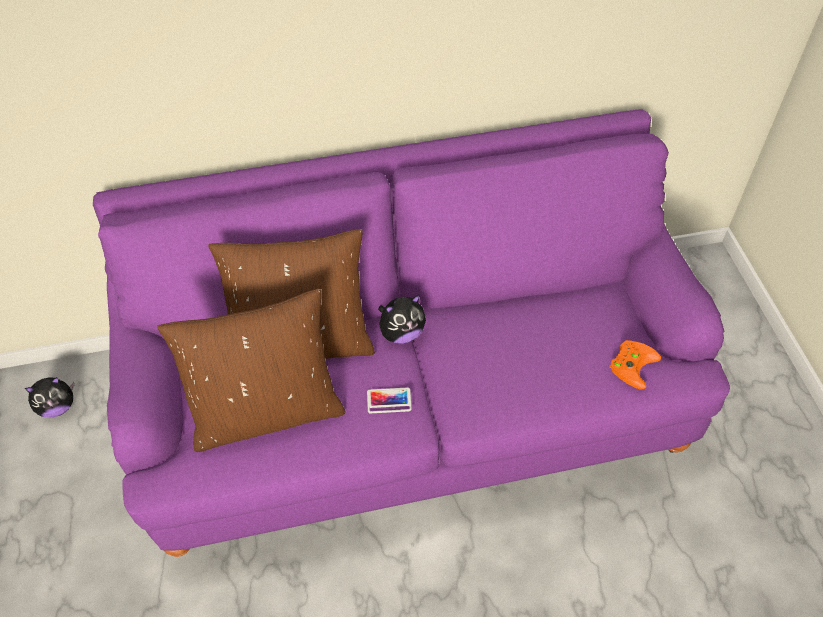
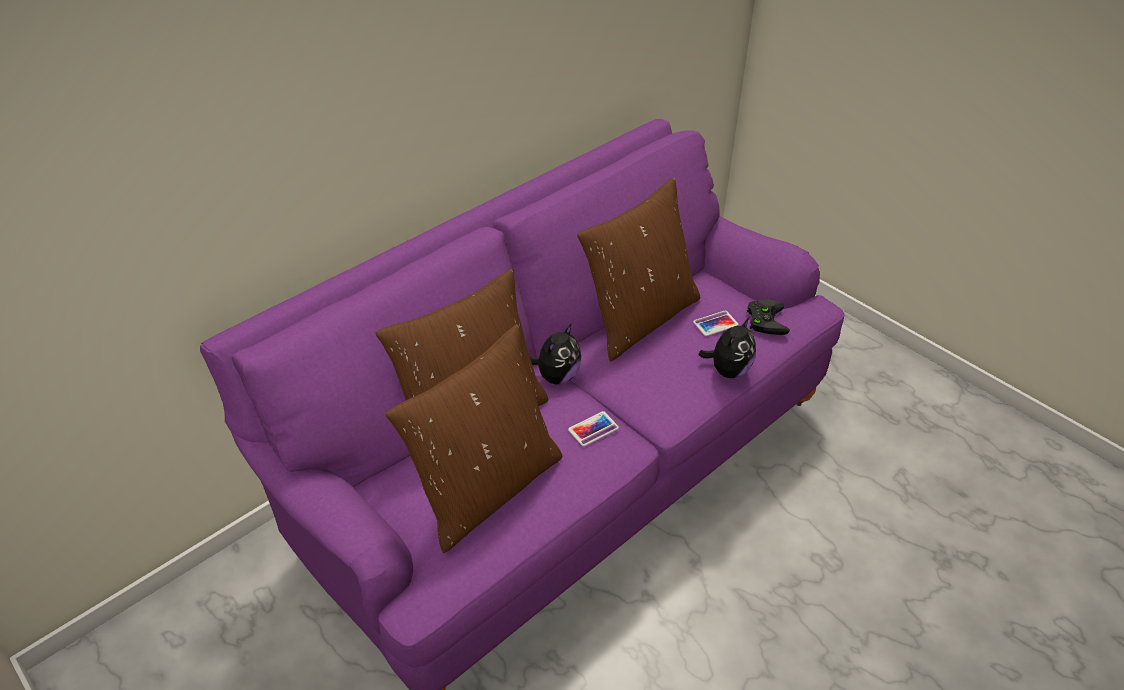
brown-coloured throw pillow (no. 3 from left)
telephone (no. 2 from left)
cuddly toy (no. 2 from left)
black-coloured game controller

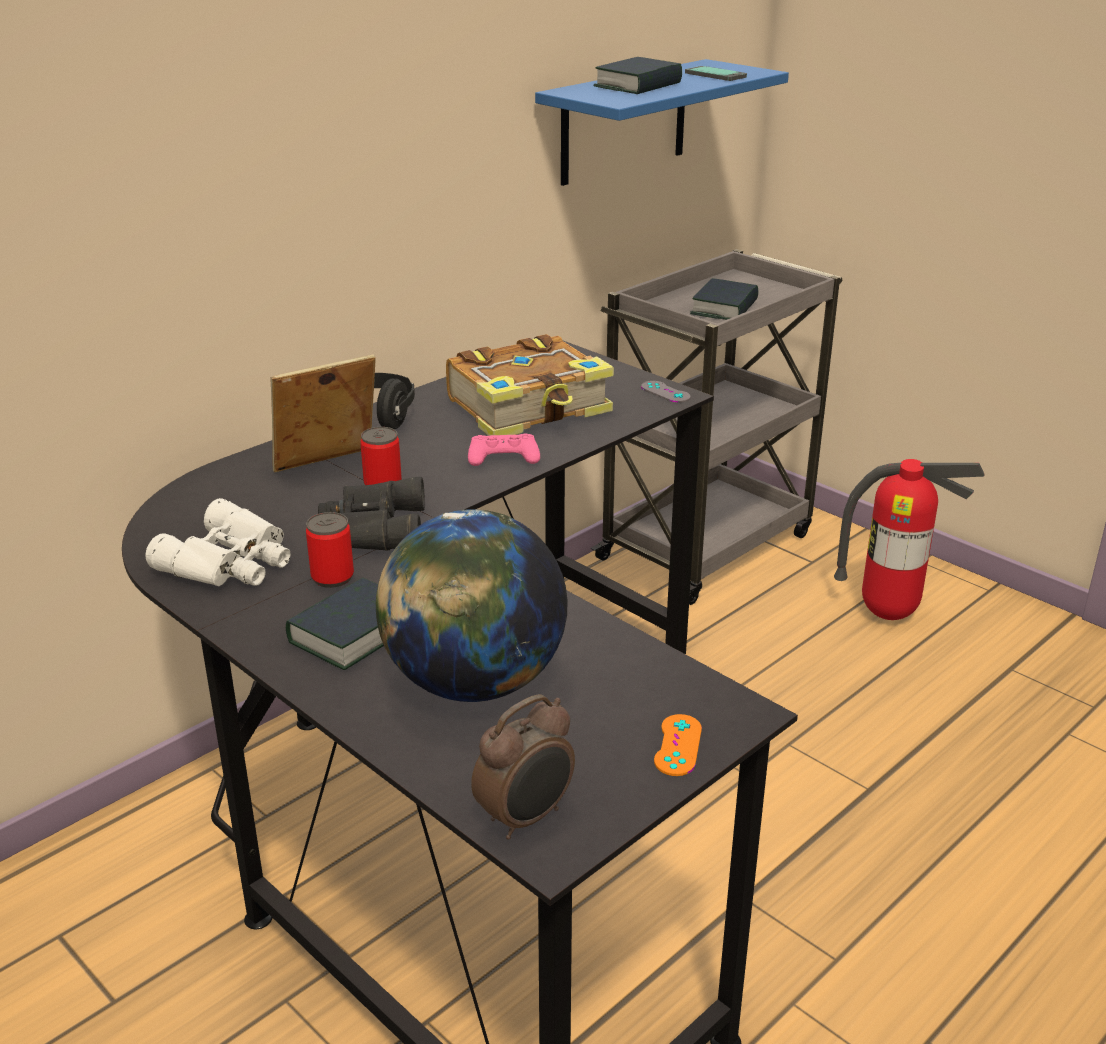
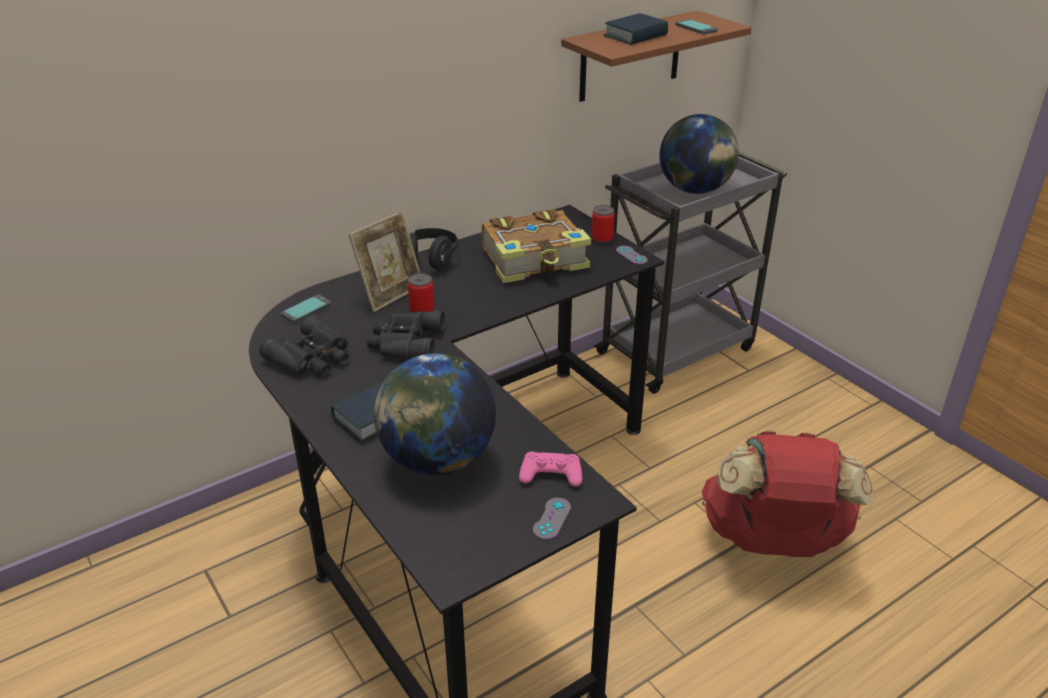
bedside clock
extinguisher
telephone (no. 1 from left)
red-coloured knapsack
sealed can (no. 2 from left)
pink game controller
world globe (no. 2 from left)
black-coloured field glasses (no. 1 from left)
brown-coloured shelf
greyish game controller (no. 1 from left)
photo frame

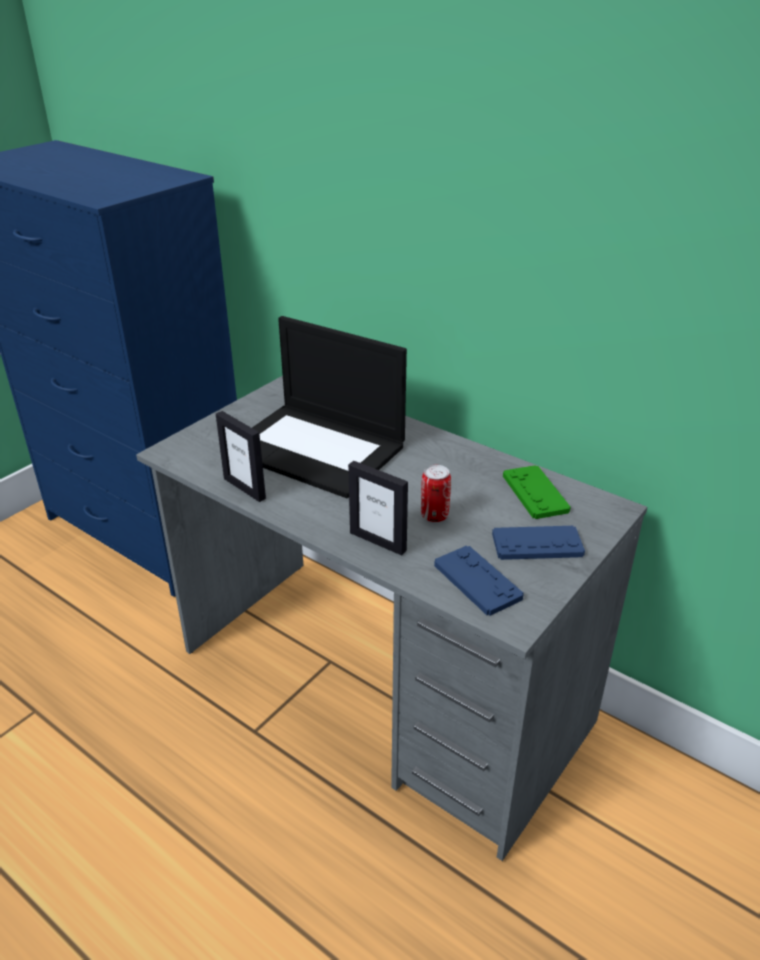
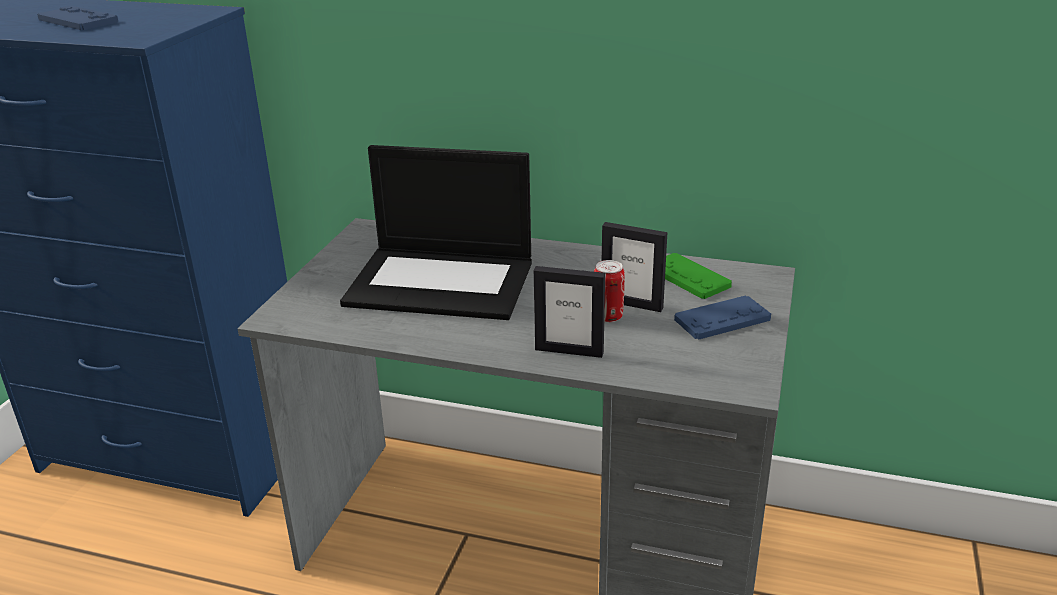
photo frame (no. 2 from left)
blue-coloured game controller (no. 1 from left)

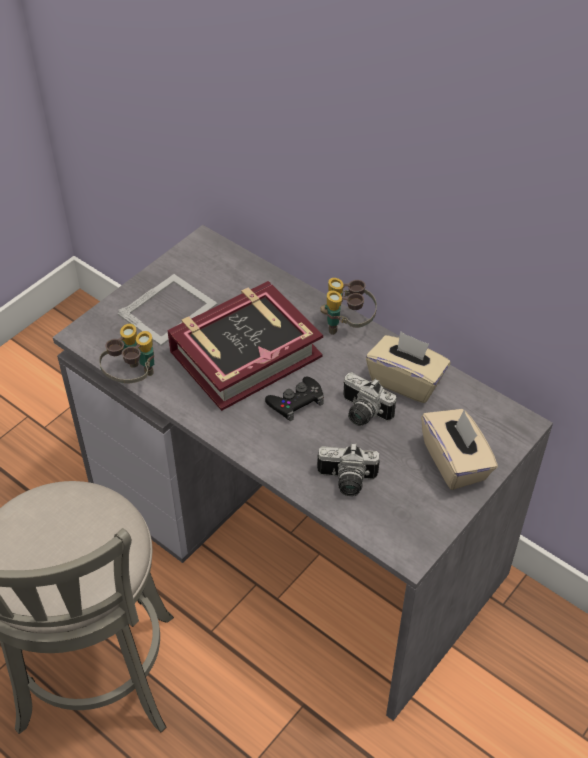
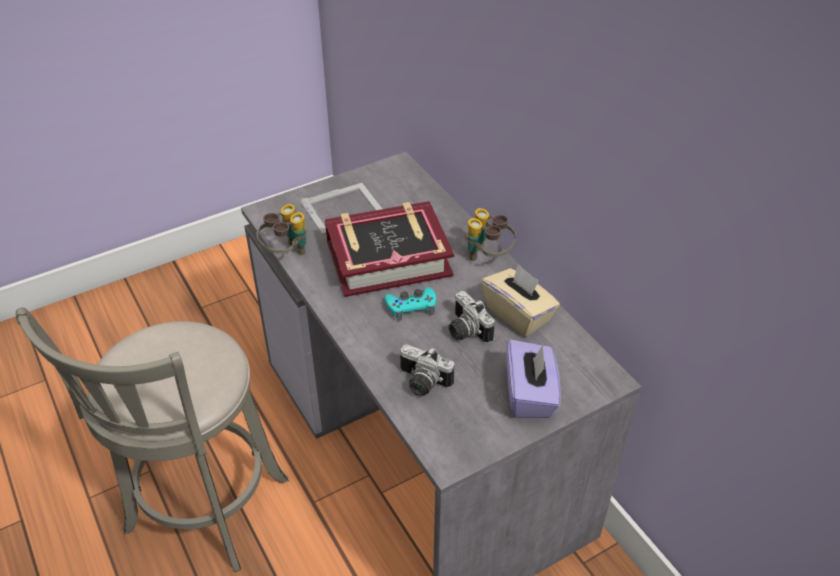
blue-green game controller
purplish tissue holder

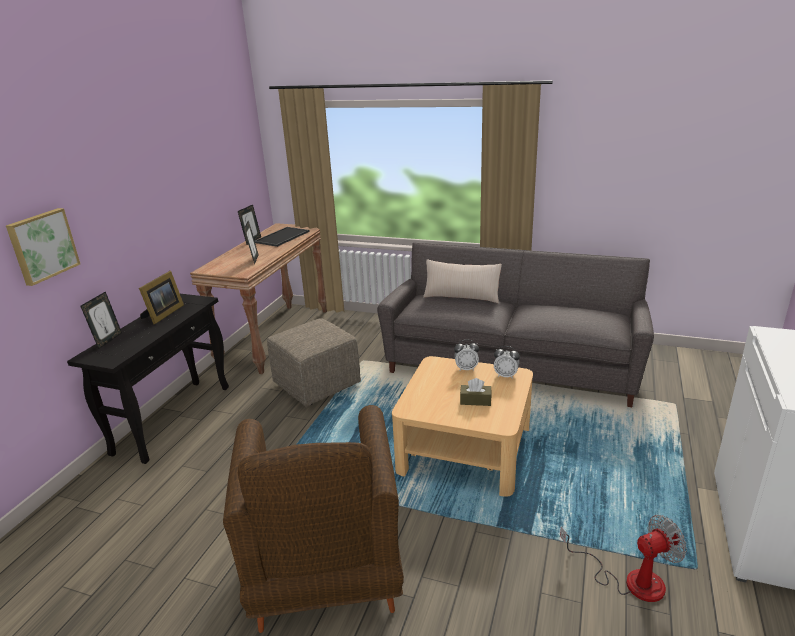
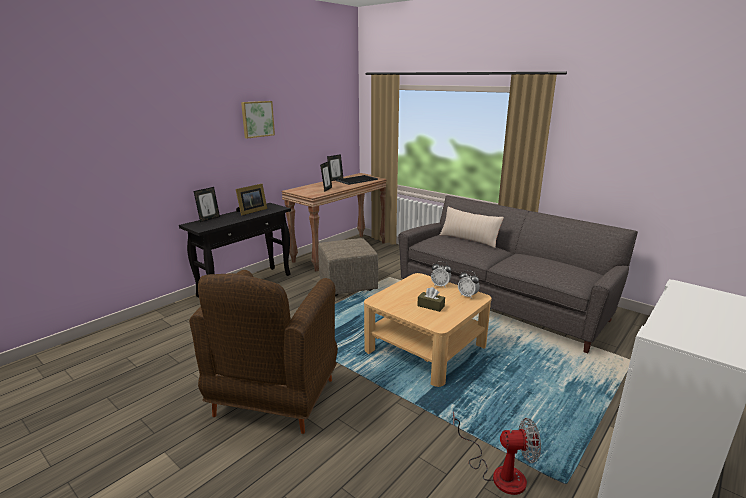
picture

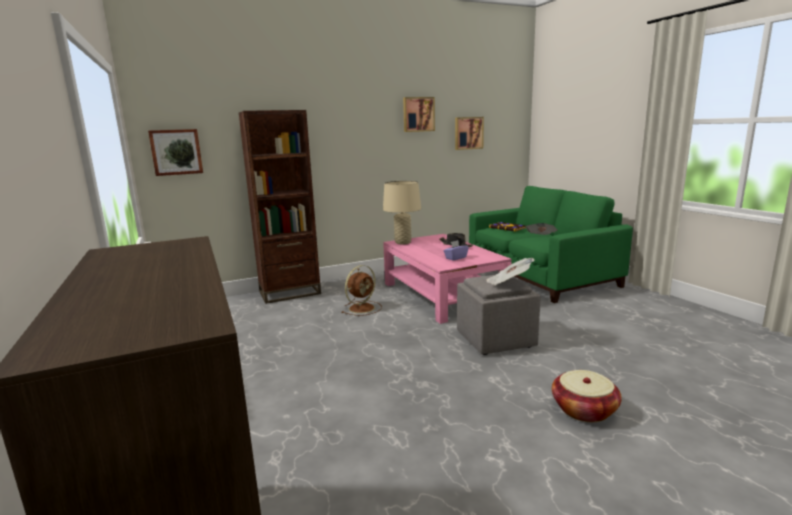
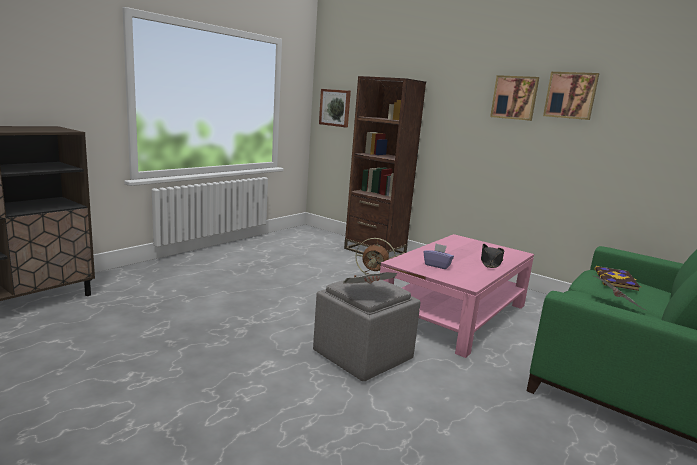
beige tabletop lamp
household basket
picture (no. 2 from left)

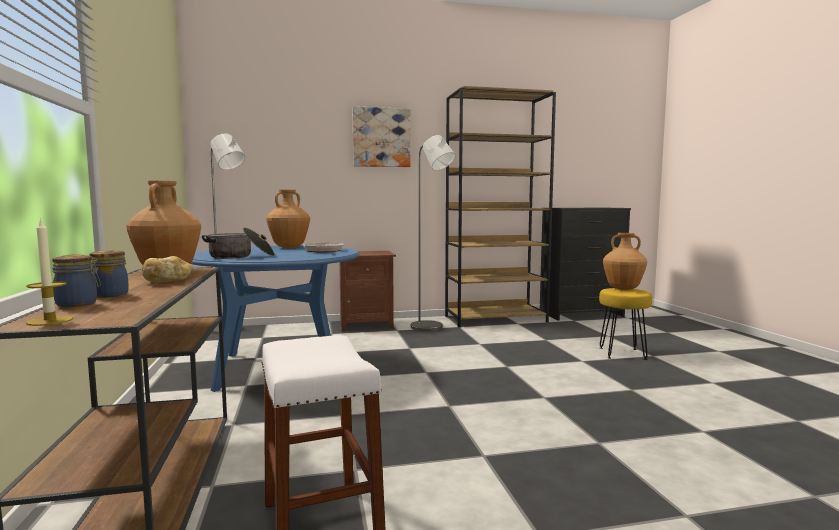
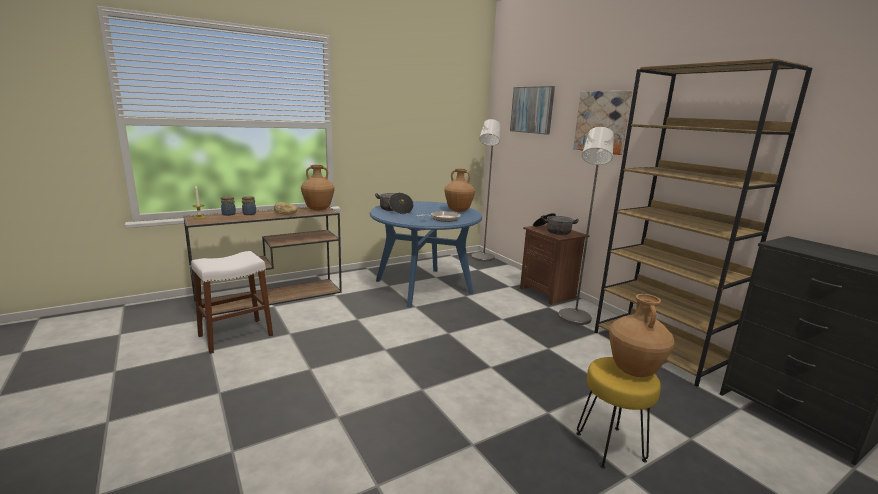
picture (no. 1 from left)
saucepot (no. 2 from left)

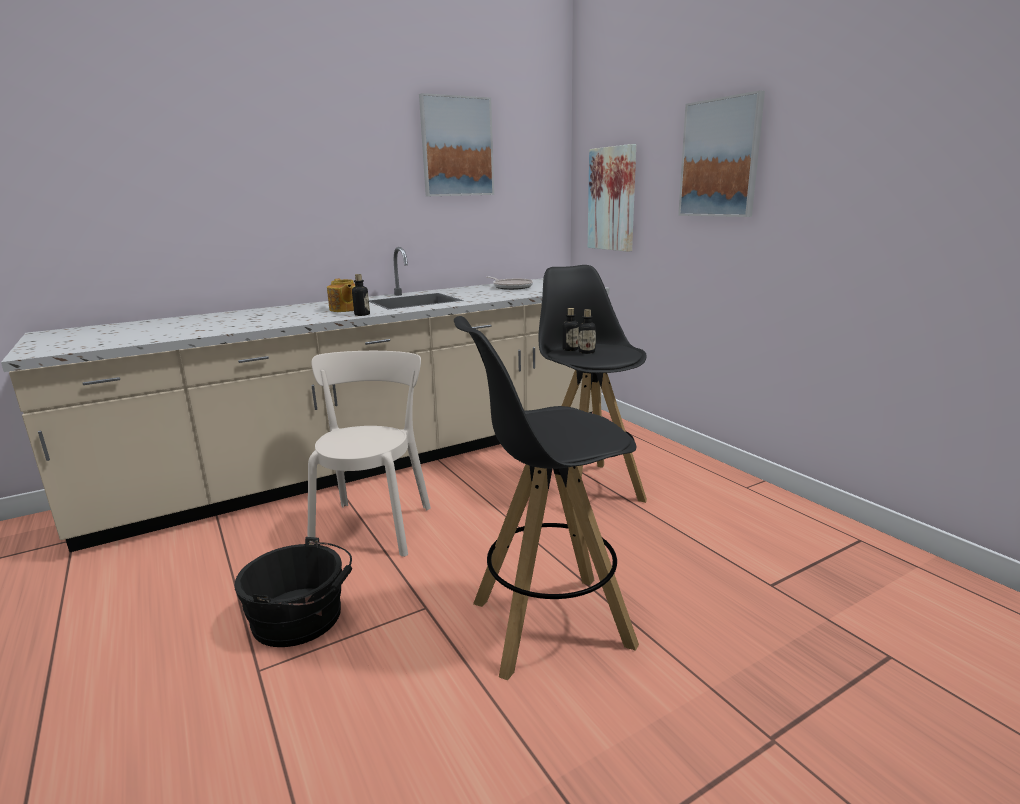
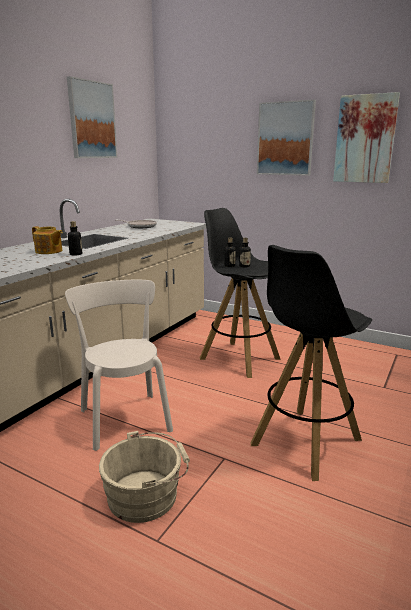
picture (no. 3 from left)
beige pail

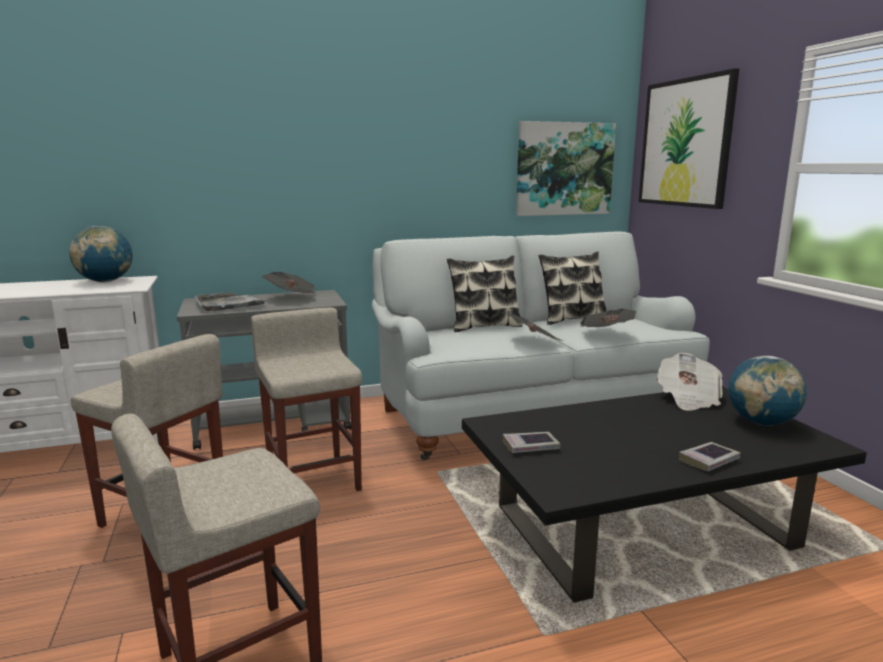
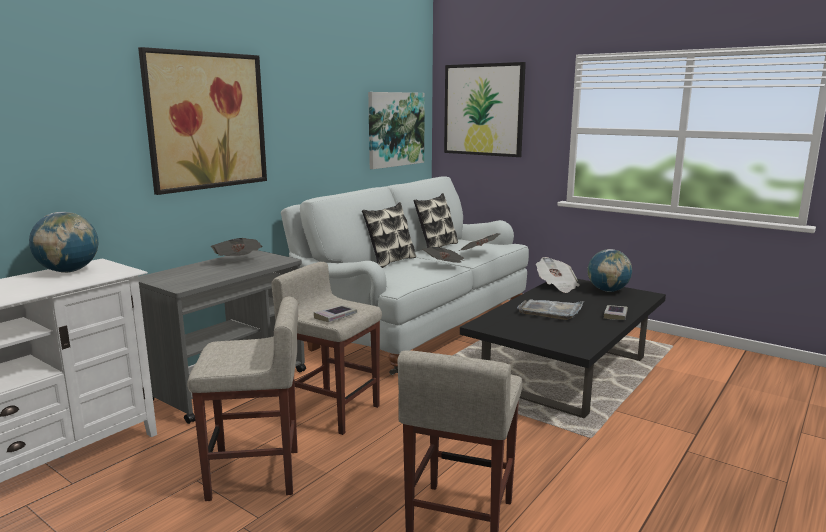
picture (no. 1 from left)
greyish serving tray
bound book (no. 1 from left)

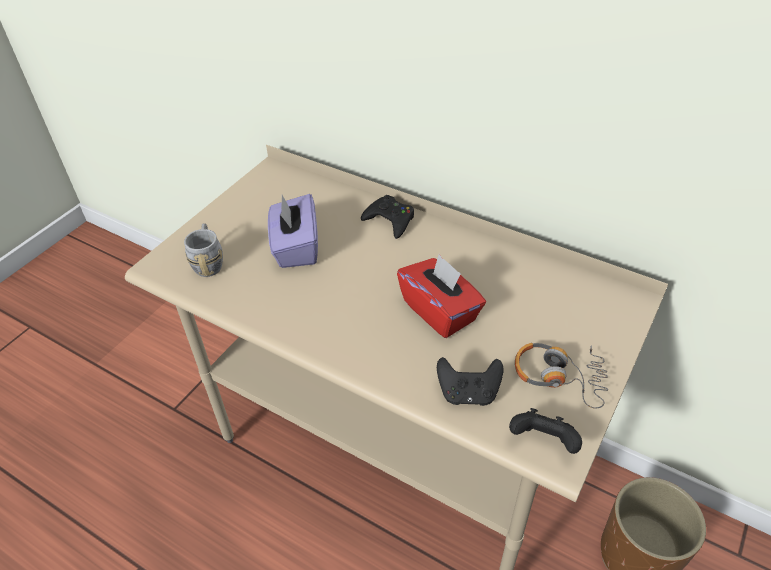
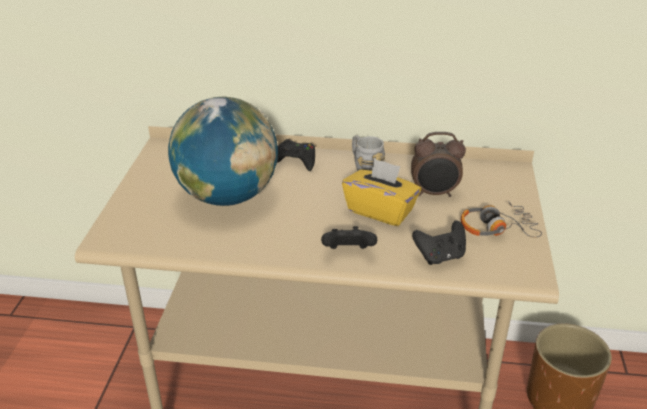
bedside clock
greyish mug
black-coloured game controller (no. 2 from left)
world globe
yellowish tissue holder

